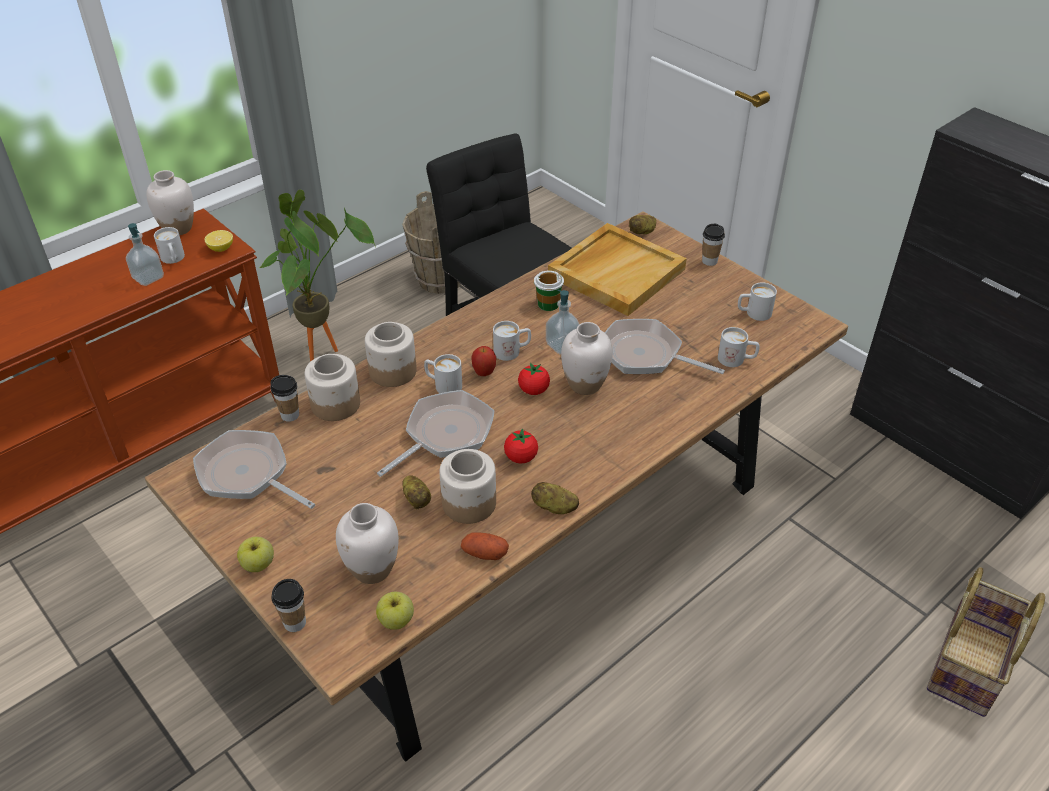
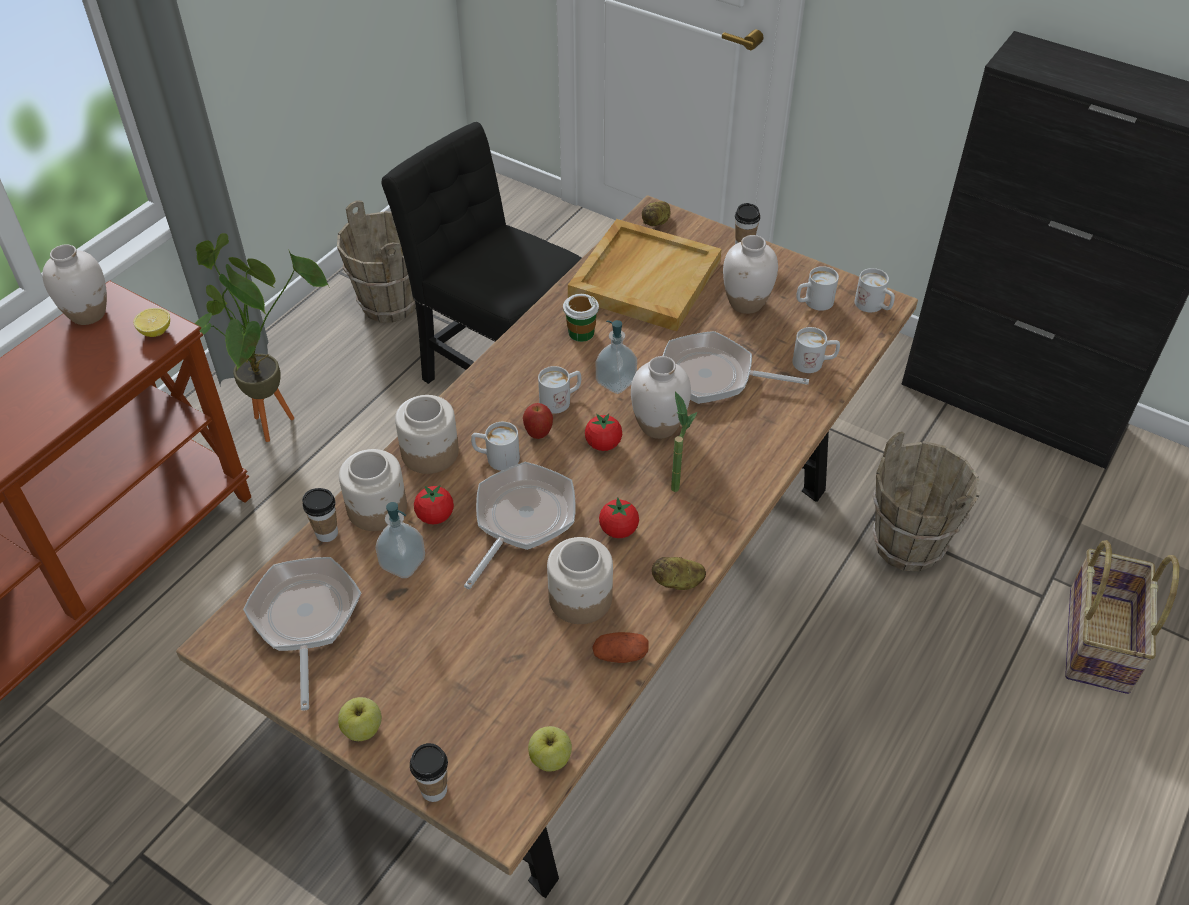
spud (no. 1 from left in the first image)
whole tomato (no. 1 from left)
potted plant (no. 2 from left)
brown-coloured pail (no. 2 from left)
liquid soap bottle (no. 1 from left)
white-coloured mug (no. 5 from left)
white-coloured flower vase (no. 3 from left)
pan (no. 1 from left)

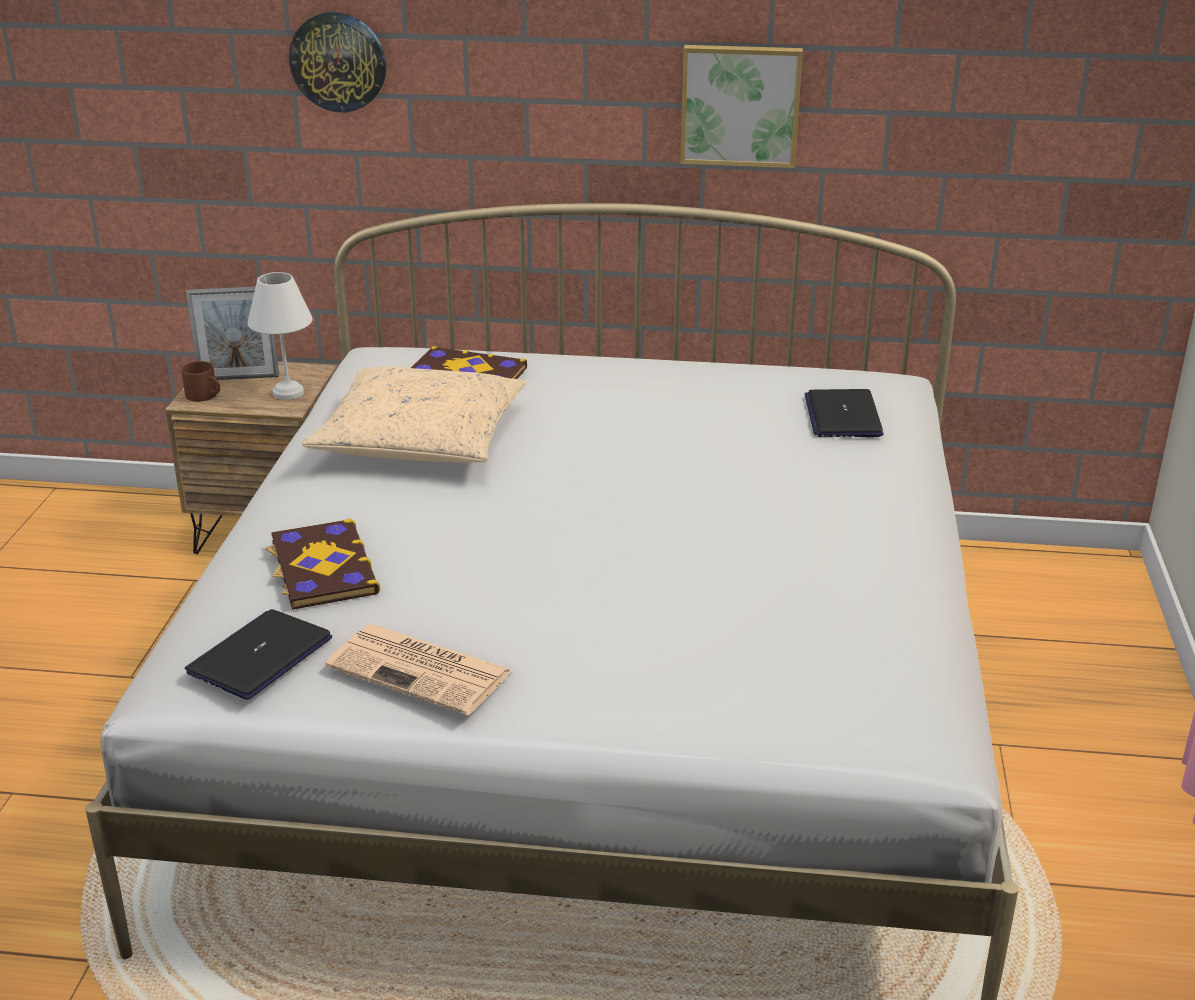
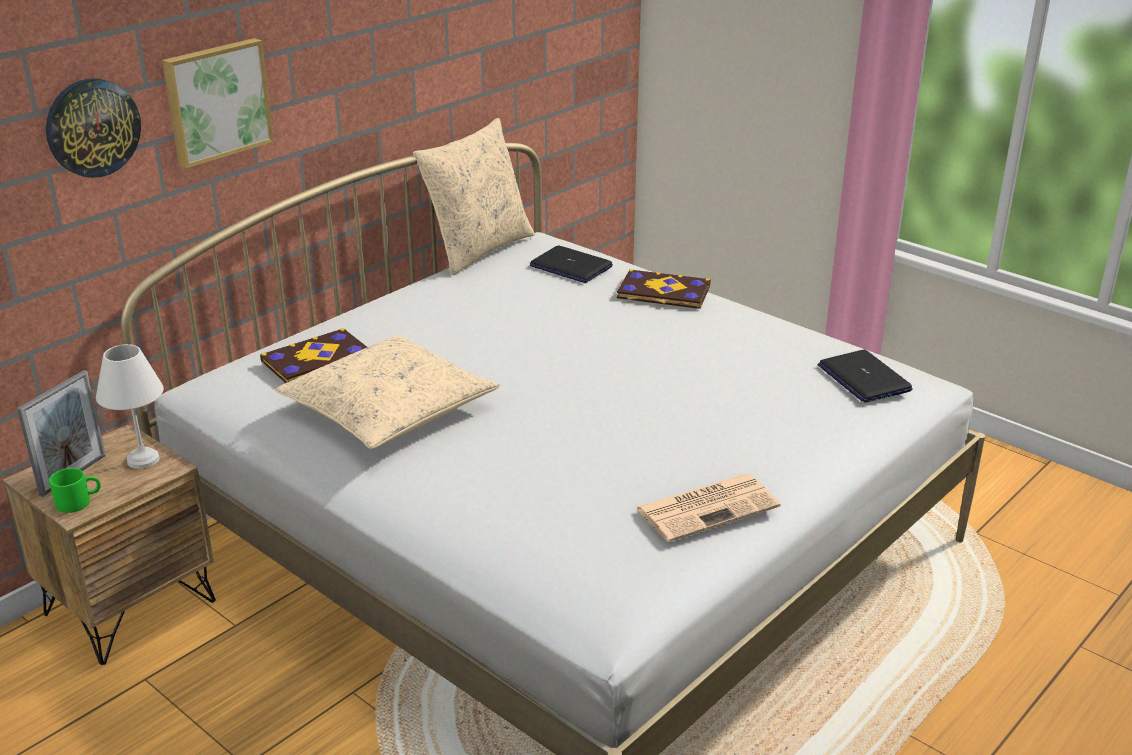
beige throw pillow (no. 2 from left)
notebook computer (no. 2 from left)
bound book (no. 2 from left)
picture
green-coloured mug

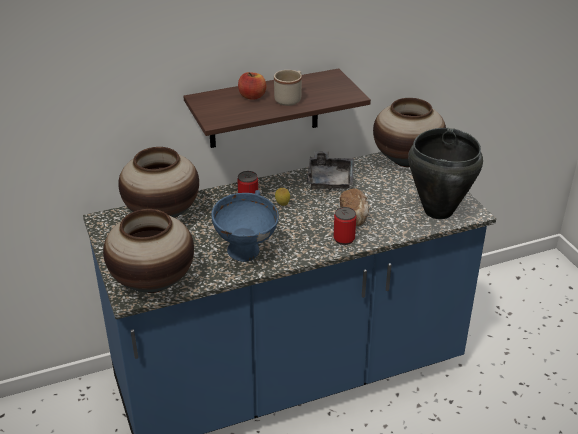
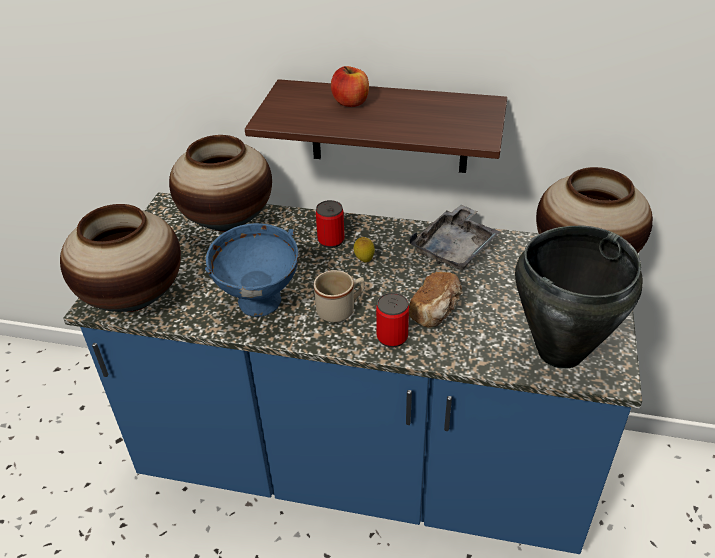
beige mug

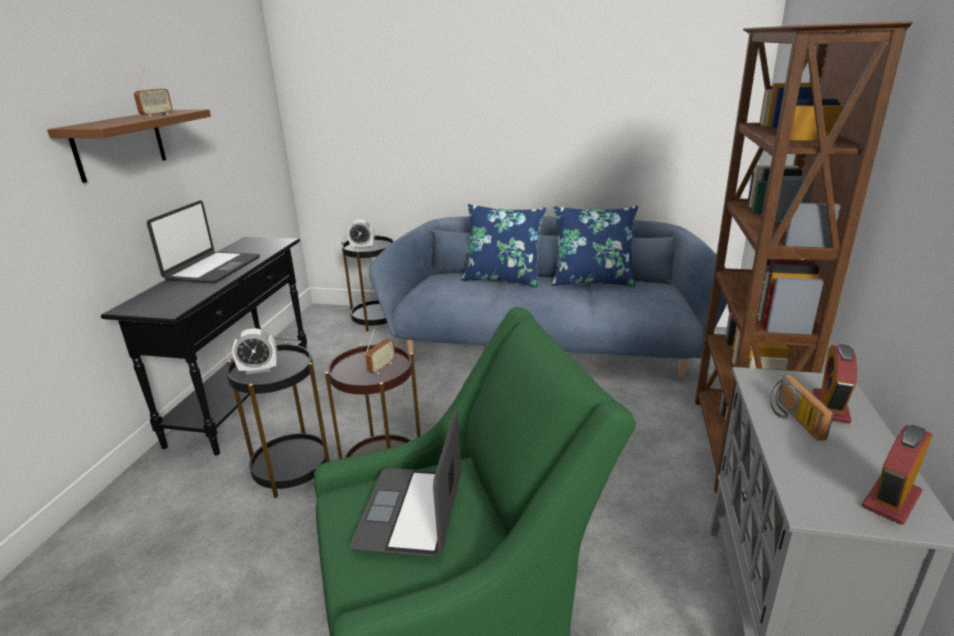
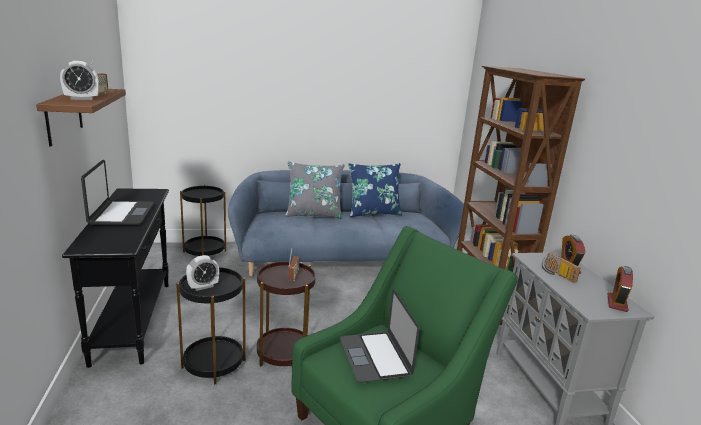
bedside clock (no. 1 from left)
greyish throw pillow

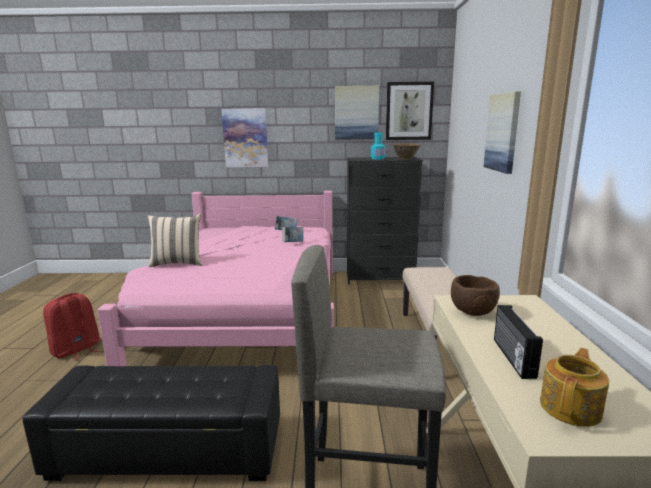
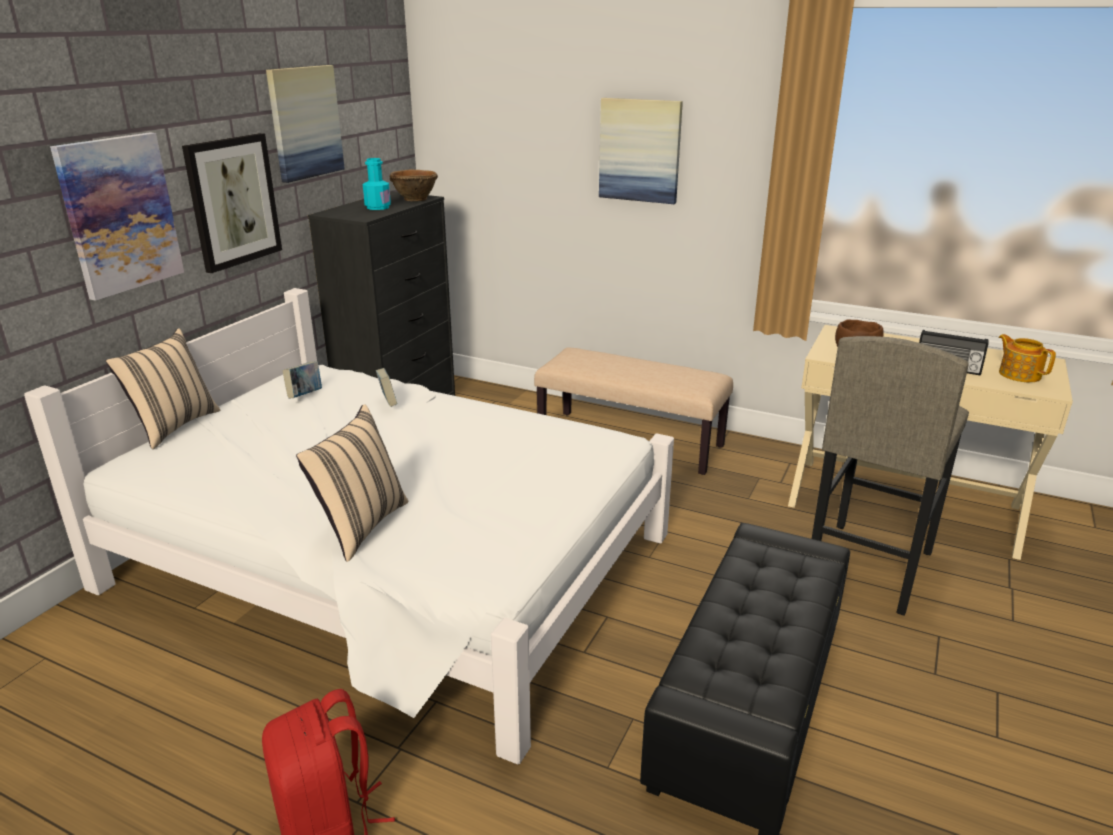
beige throw pillow (no. 1 from left)
picture (no. 2 from left)
white-coloured sleeping bed

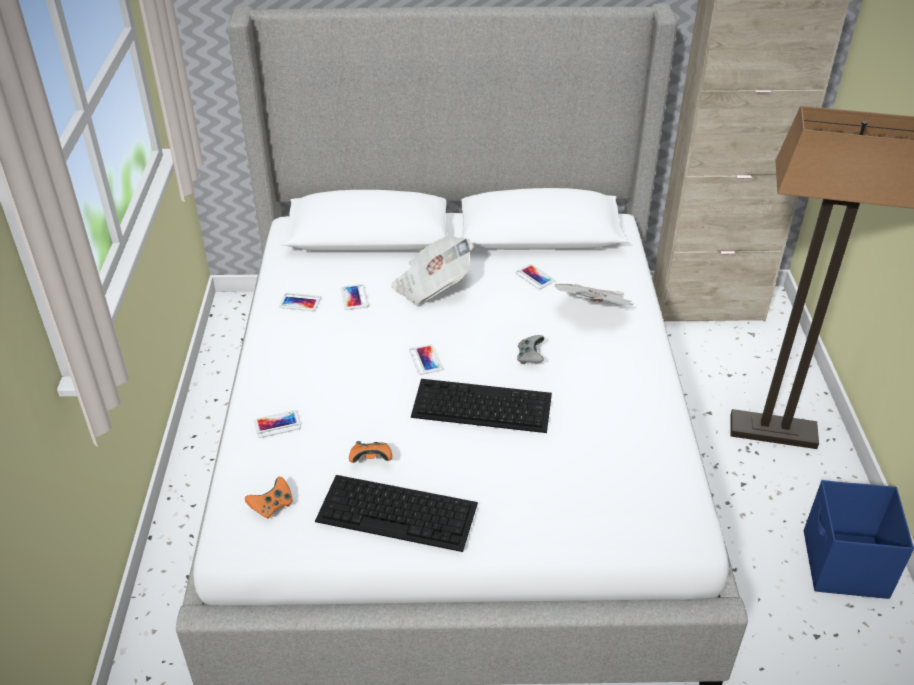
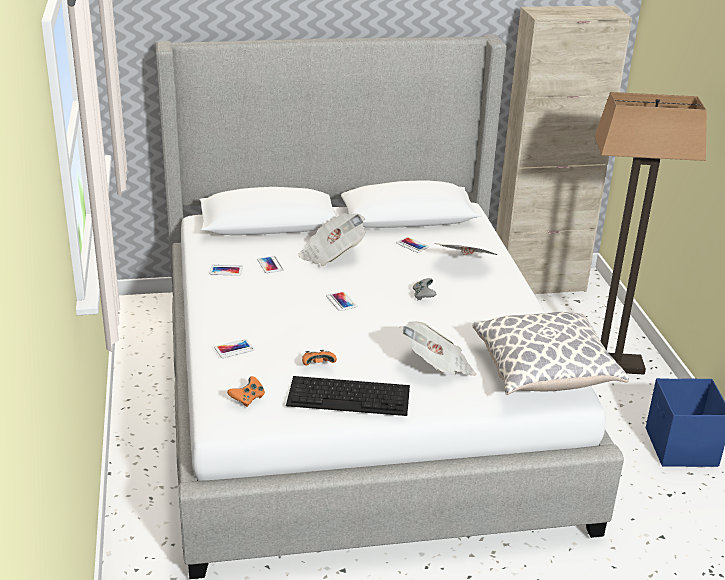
PC keyboard (no. 2 from left in the first image)
newspaper (no. 2 from left)
throw pillow

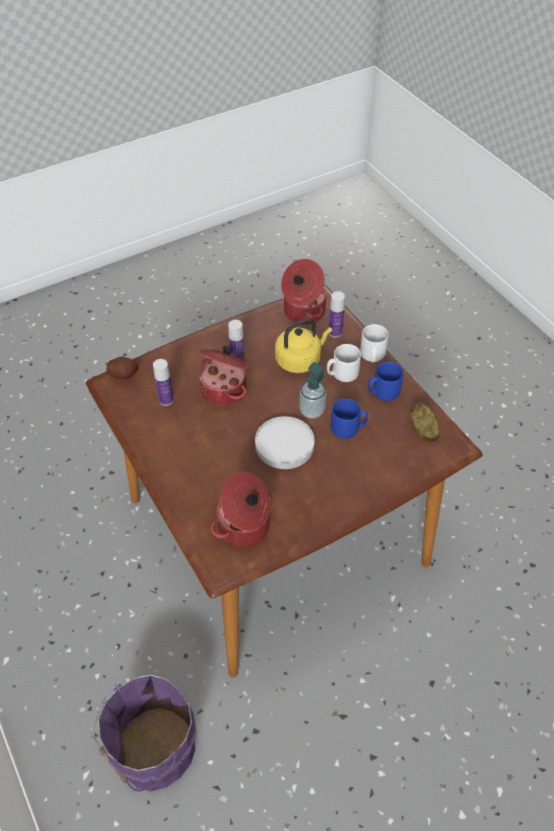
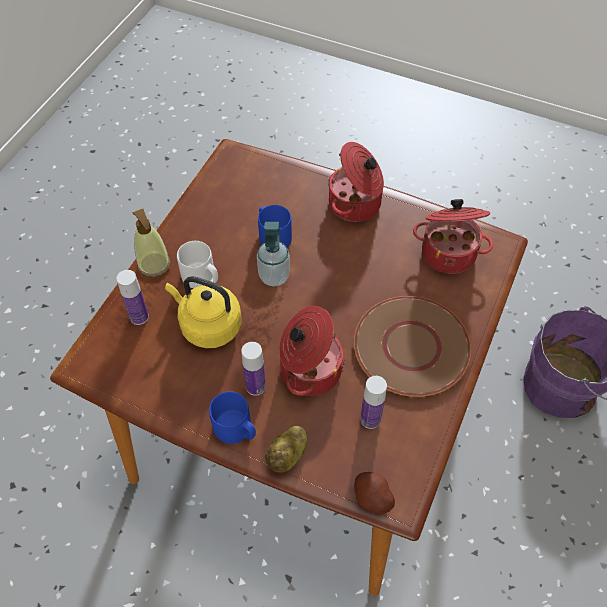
white-coloured dinner plate
brown-coloured dinner plate
saucepot (no. 2 from left)
blue-coloured mug (no. 1 from left)
spud (no. 1 from left)
liquid soap bottle (no. 1 from left)

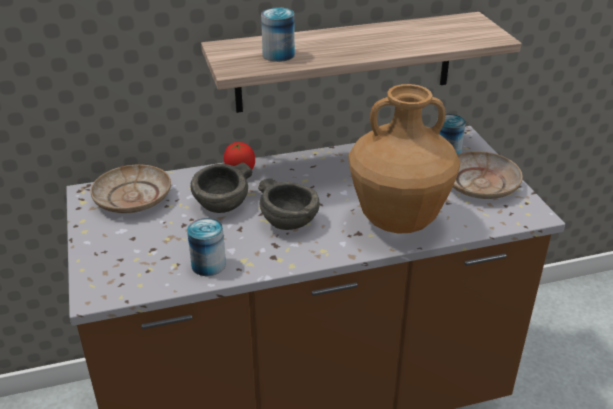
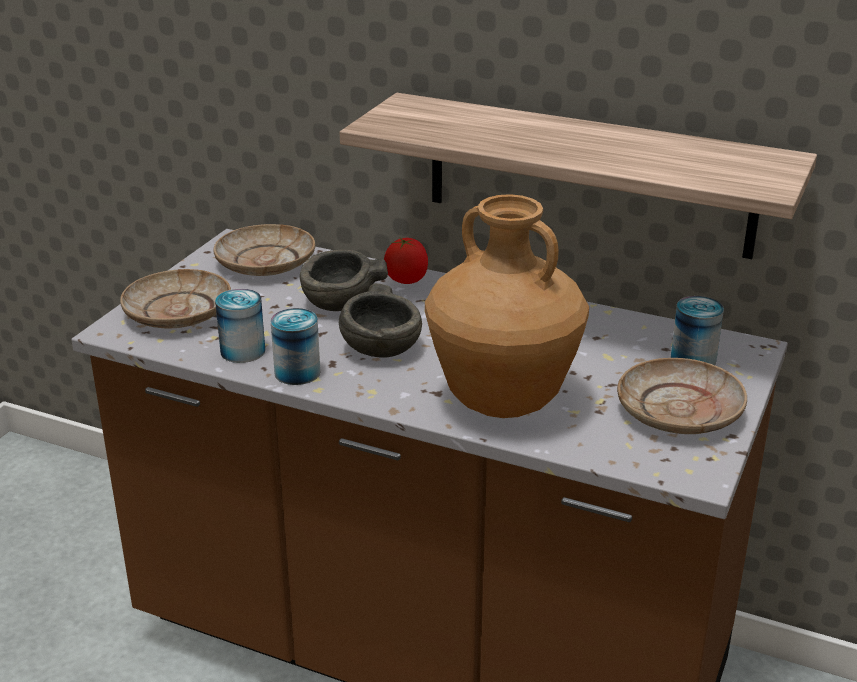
beige dinner plate (no. 1 from left)
sealed can (no. 2 from left)

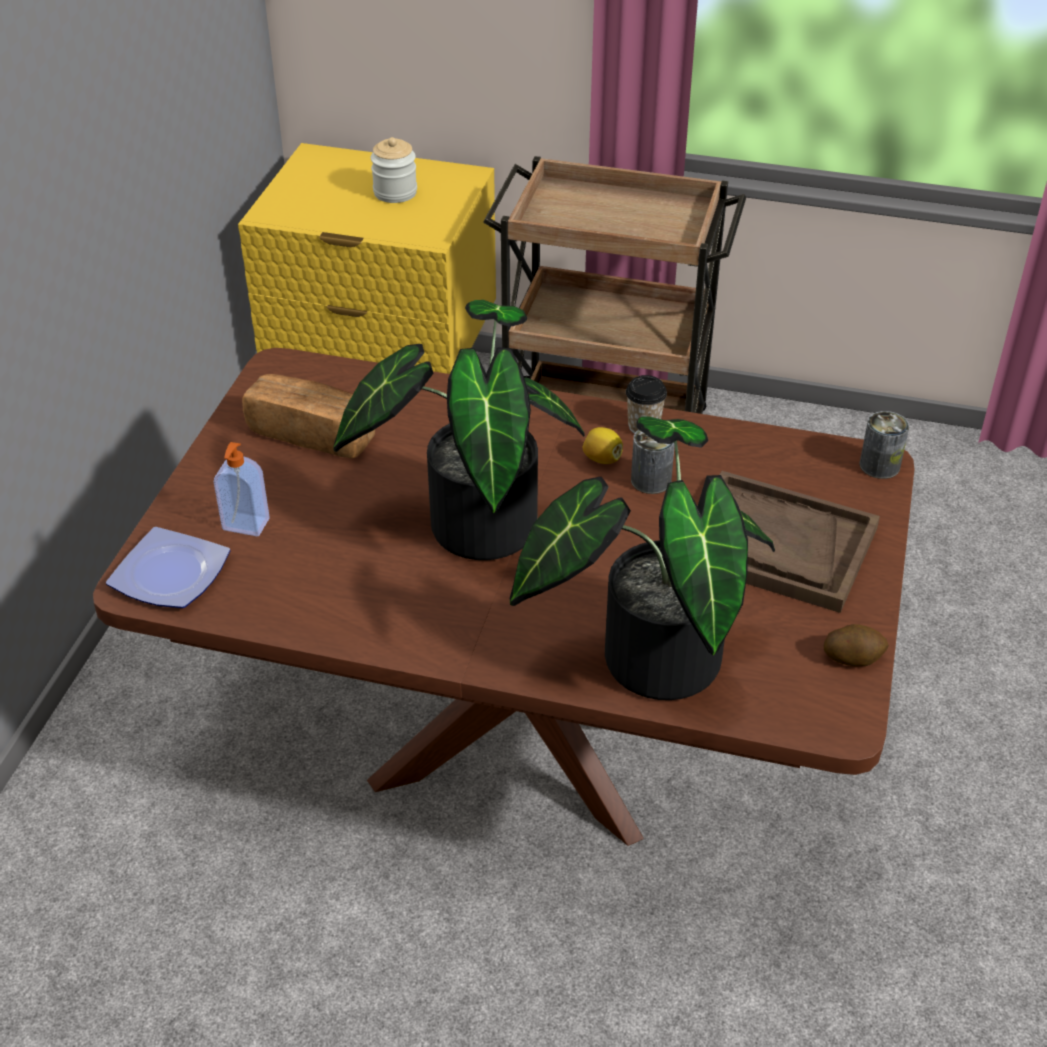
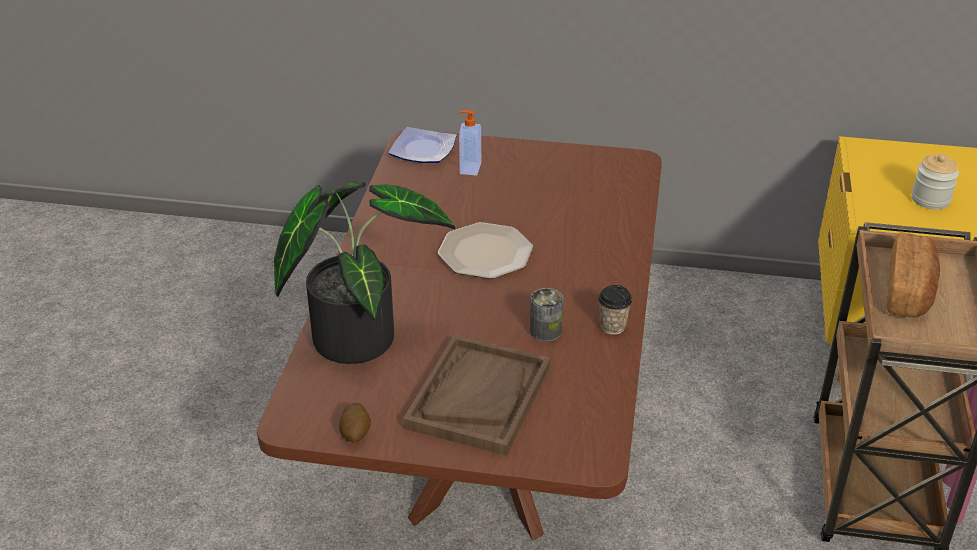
whole lemon
sealed can (no. 2 from left in the first image)
bakery bread
dinner plate (no. 2 from left)

